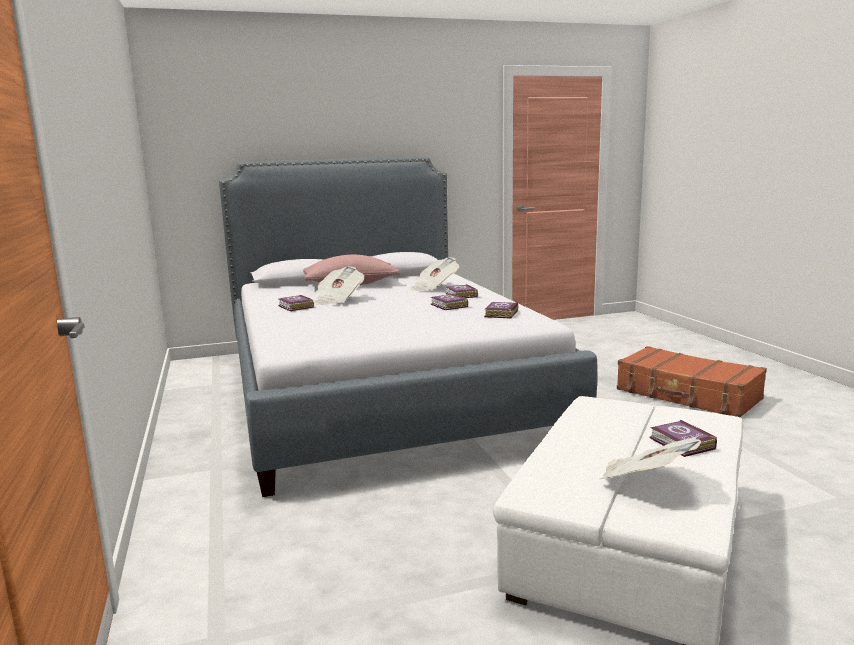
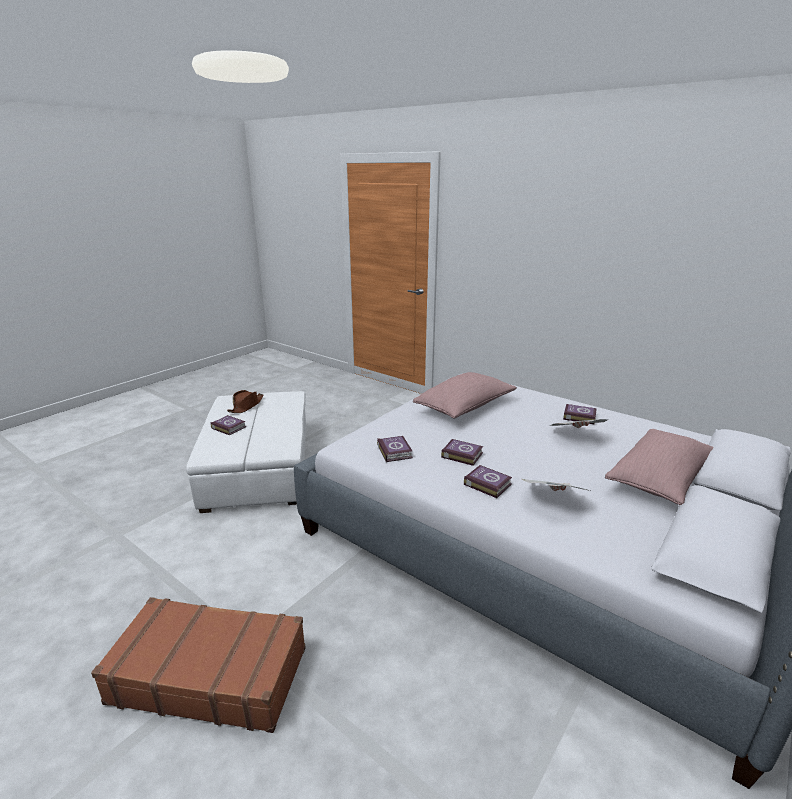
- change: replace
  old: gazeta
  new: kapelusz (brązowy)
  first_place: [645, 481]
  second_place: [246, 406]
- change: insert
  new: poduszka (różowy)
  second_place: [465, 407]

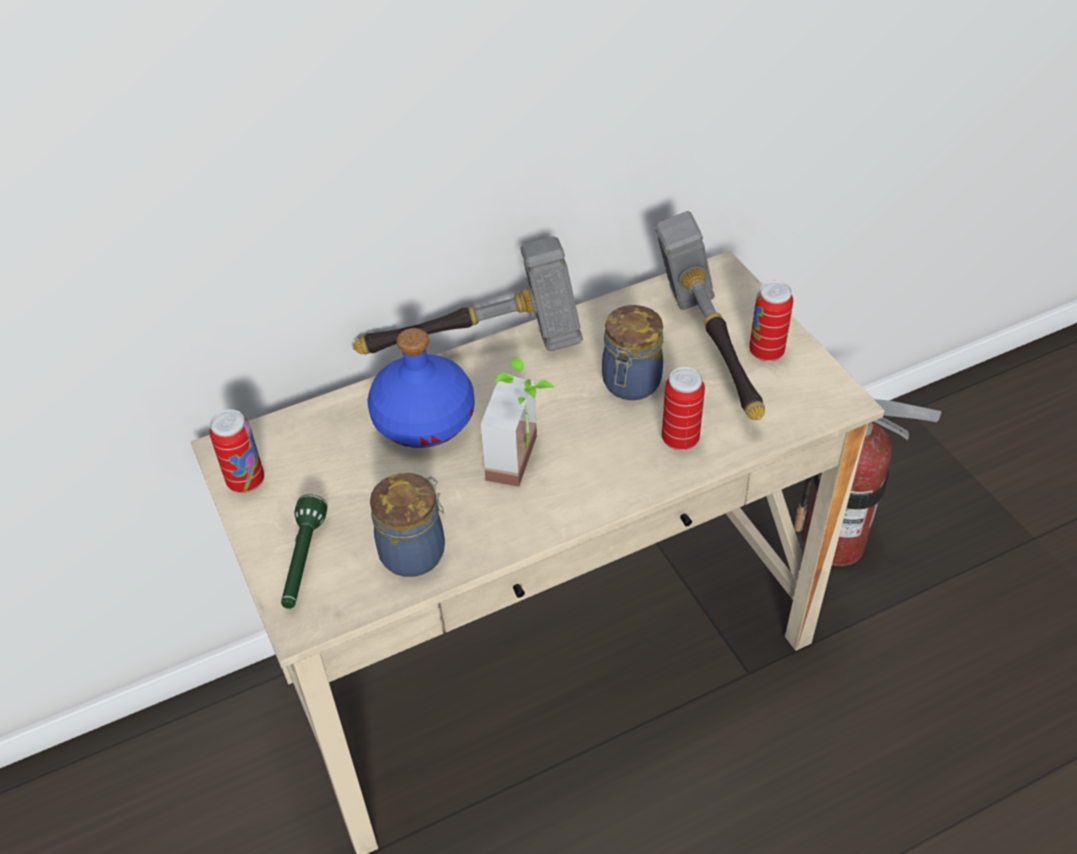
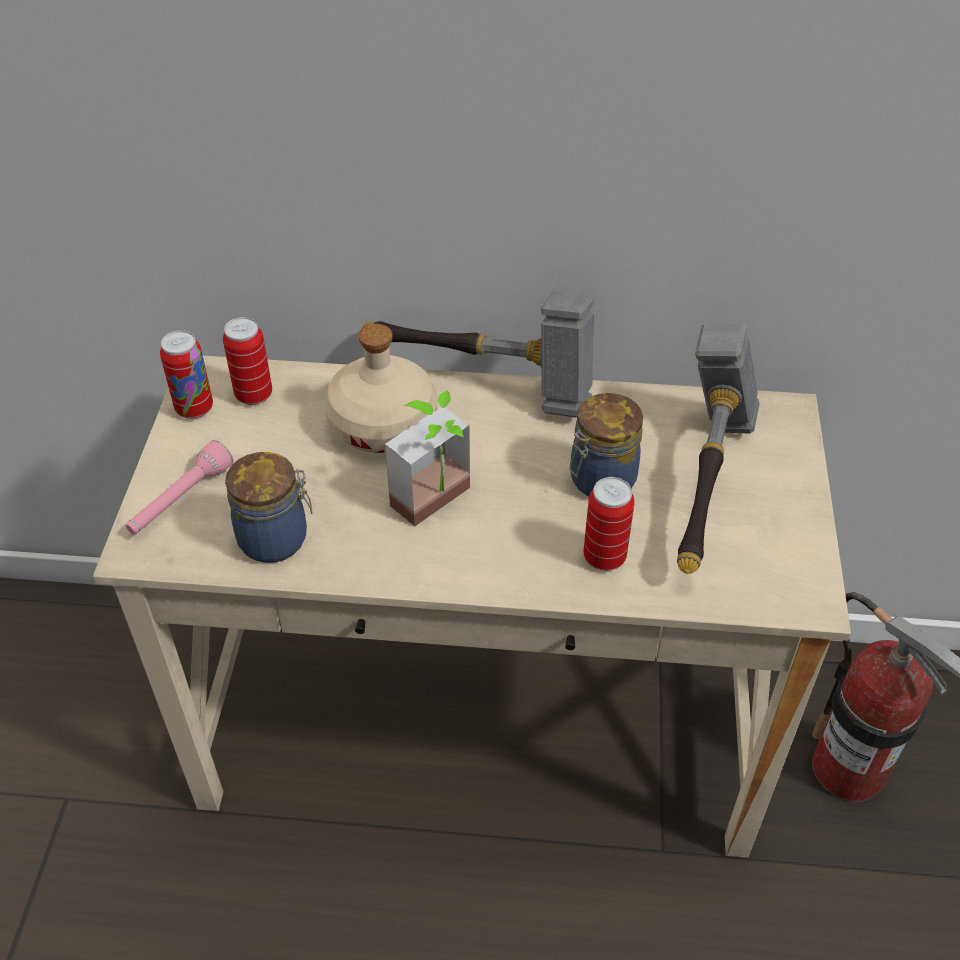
- change: move
  old: puszka
  first_place: [766, 352]
  second_place: [254, 395]
- change: recolor
  old: butelka (niebieski)
  new: butelka (beżowy)
  first_place: [425, 419]
  second_place: [383, 425]
- change: recolor
  old: latarka (zielony)
  new: latarka (różowy)
  first_place: [303, 562]
  second_place: [180, 500]

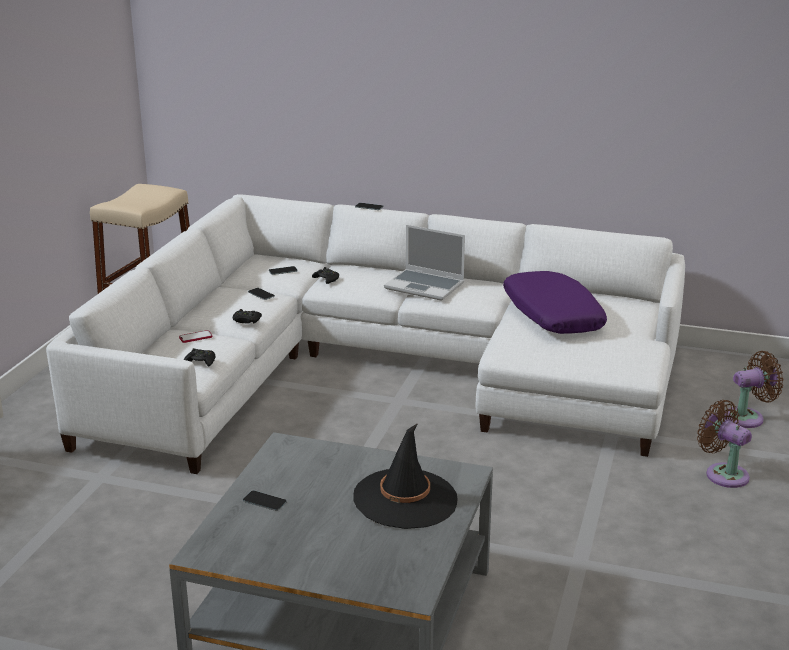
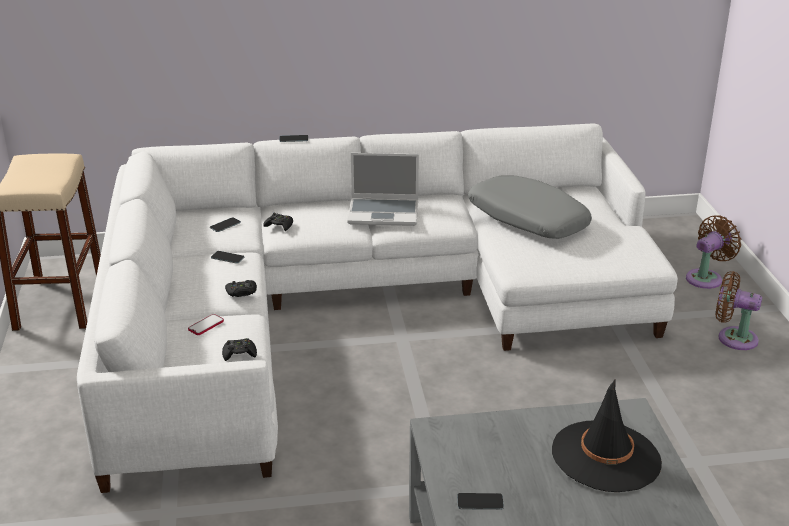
- change: recolor
  old: poduszka (fioletowy)
  new: poduszka (szary)
  first_place: [551, 315]
  second_place: [526, 219]

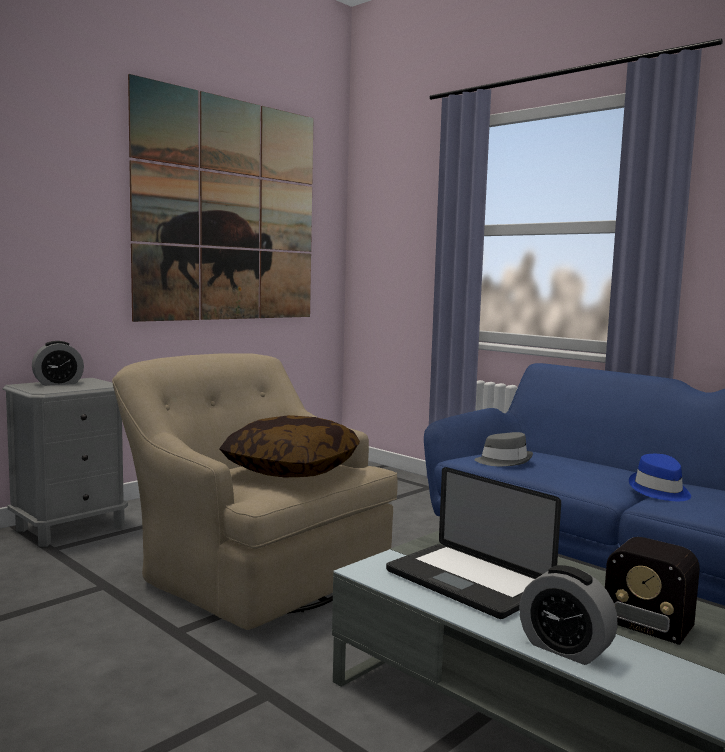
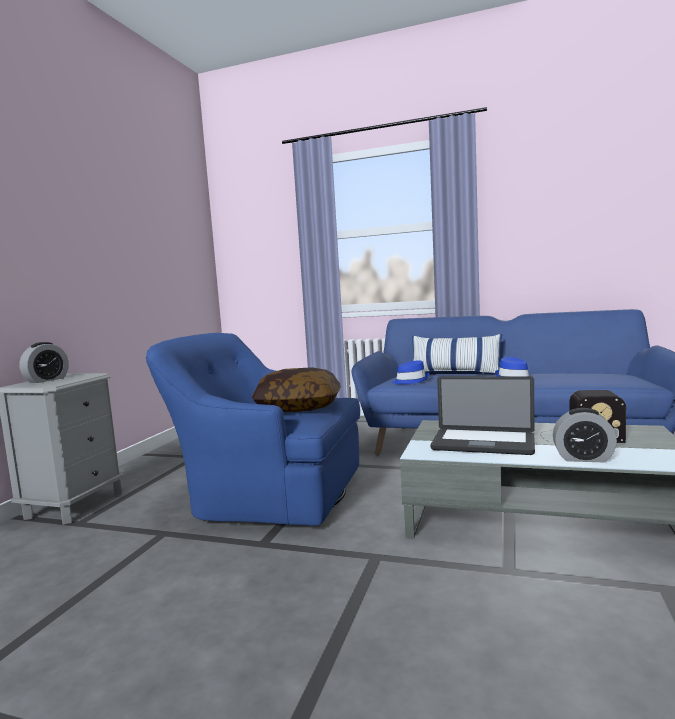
- change: delete
  old: obraz
  first_place: [229, 211]
- change: recolor
  old: fotel (beżowy)
  new: fotel (niebieski)
  first_place: [253, 571]
  second_place: [266, 494]
- change: recolor
  old: kapelusz (szary)
  new: kapelusz (niebieski)
  first_place: [504, 461]
  second_place: [410, 381]
- change: insert
  new: poduszka
  second_place: [455, 373]

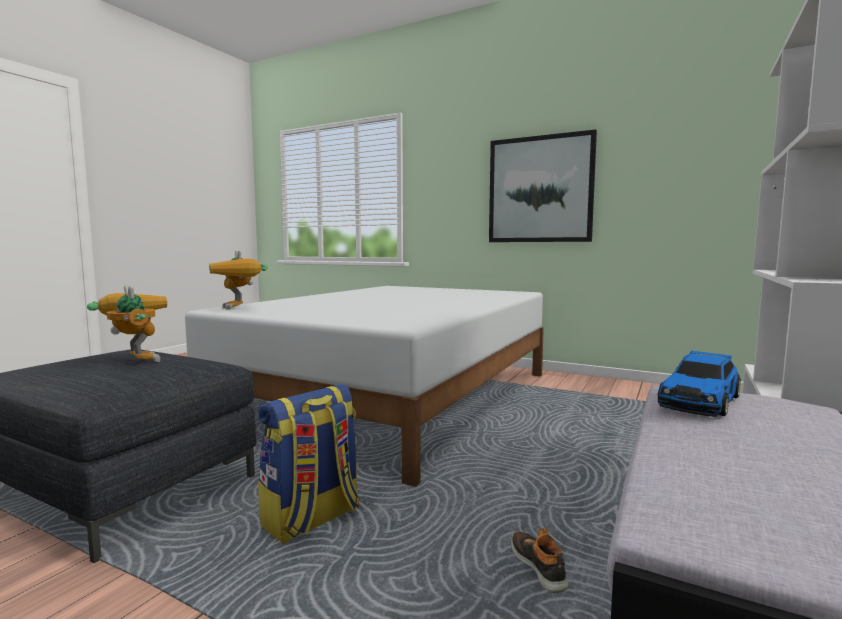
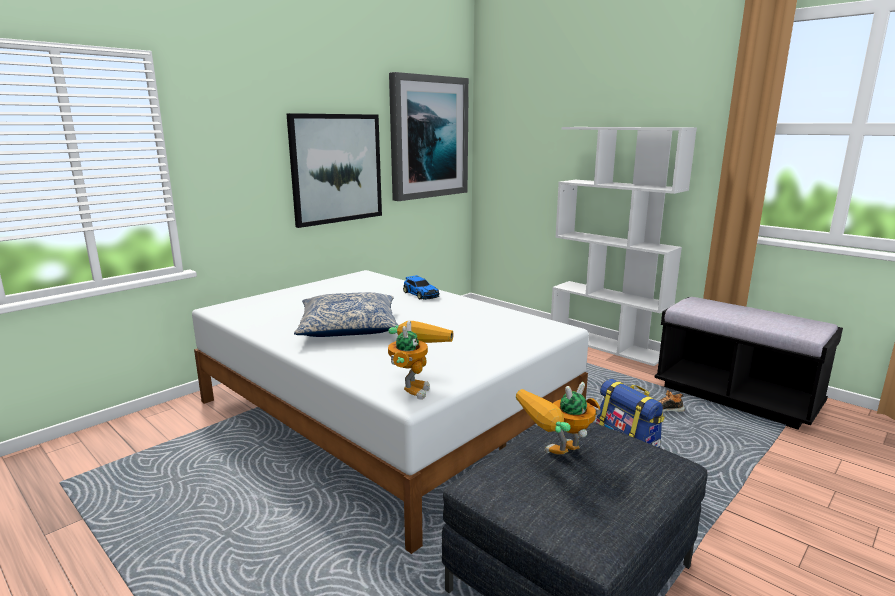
- change: rotate
  old: robot zabawkowy
  first_place: [240, 309]
  second_place: [414, 386]
  degrees: -60
- change: move
  old: samochodzik
  first_place: [699, 400]
  second_place: [420, 294]
- change: insert
  new: obraz
  second_place: [428, 137]
- change: insert
  new: poduszka
  second_place: [349, 327]

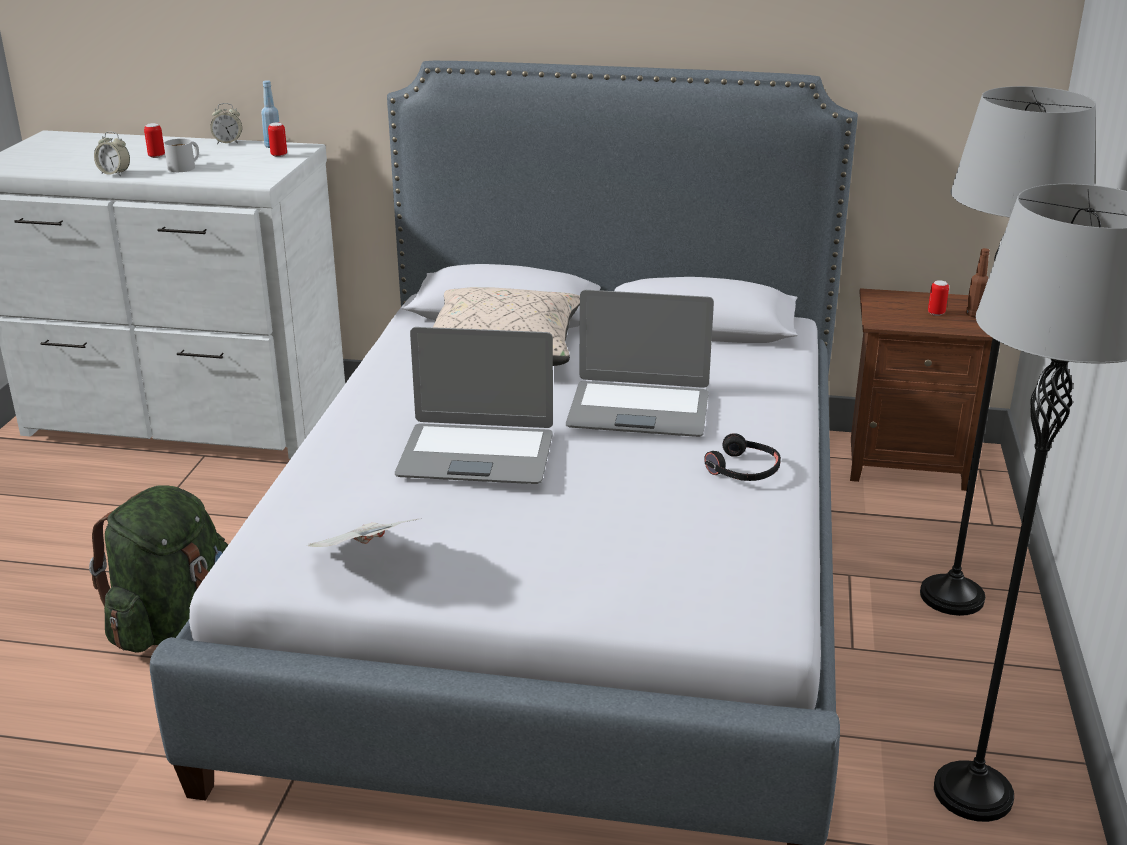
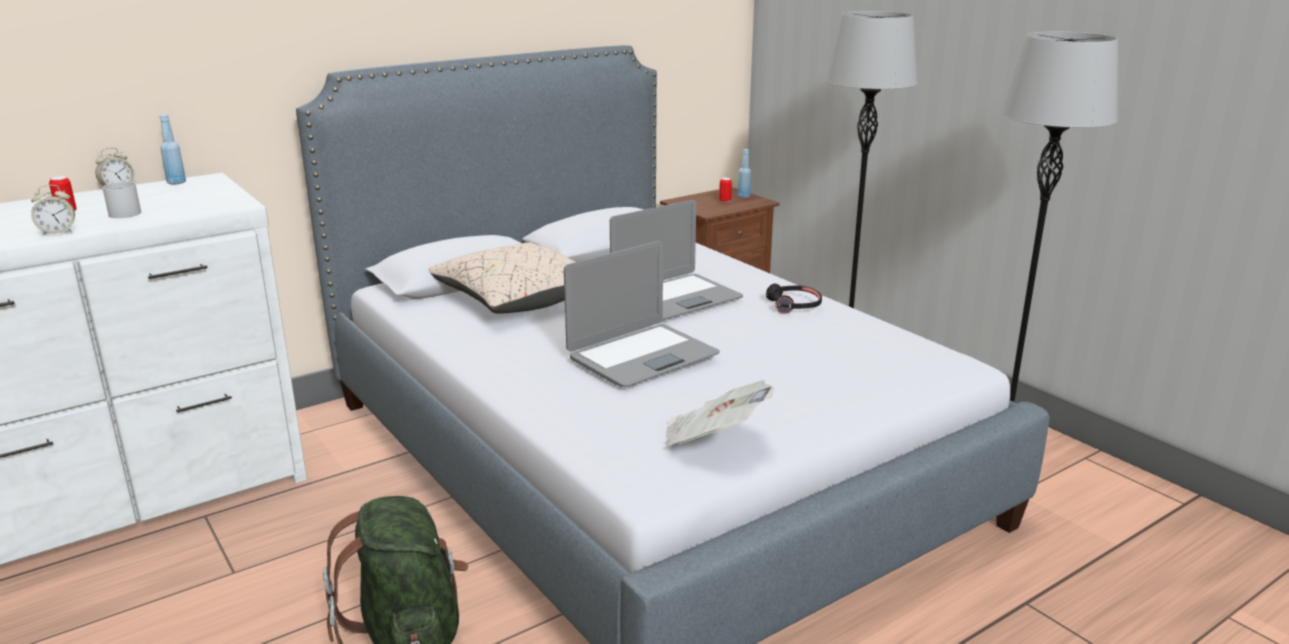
- change: delete
  old: puszka
  first_place: [279, 155]
- change: recolor
  old: butelka (brązowy)
  new: butelka (niebieski)
  first_place: [974, 314]
  second_place: [743, 196]

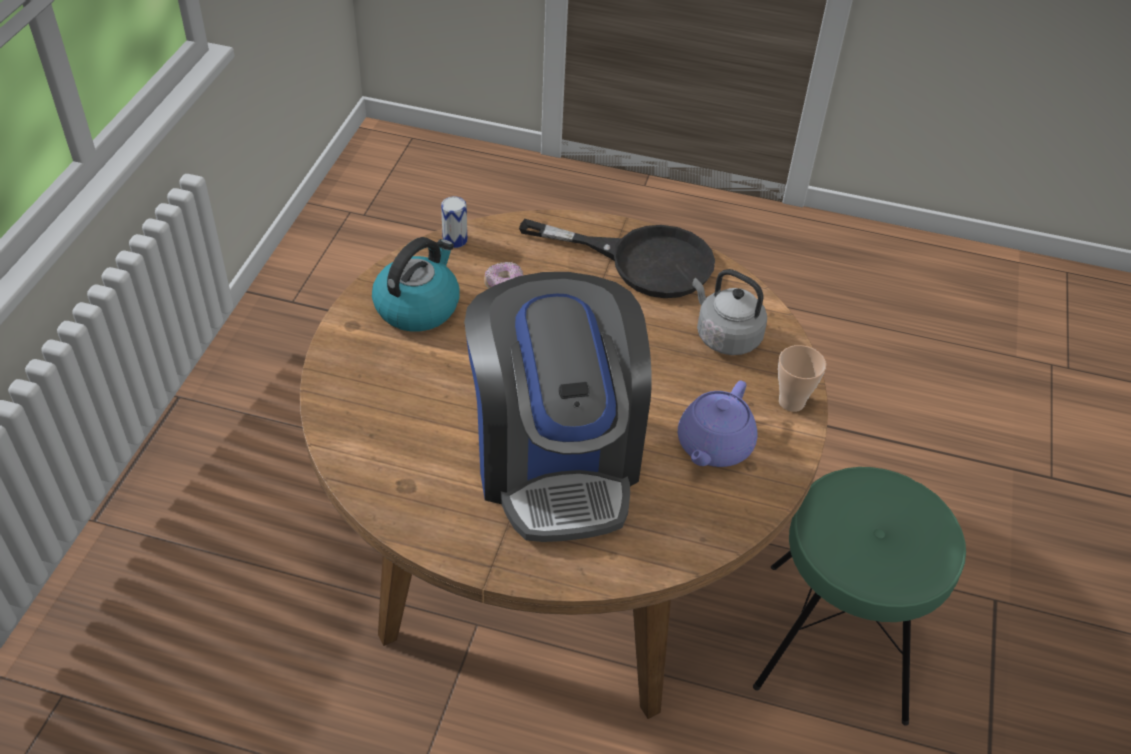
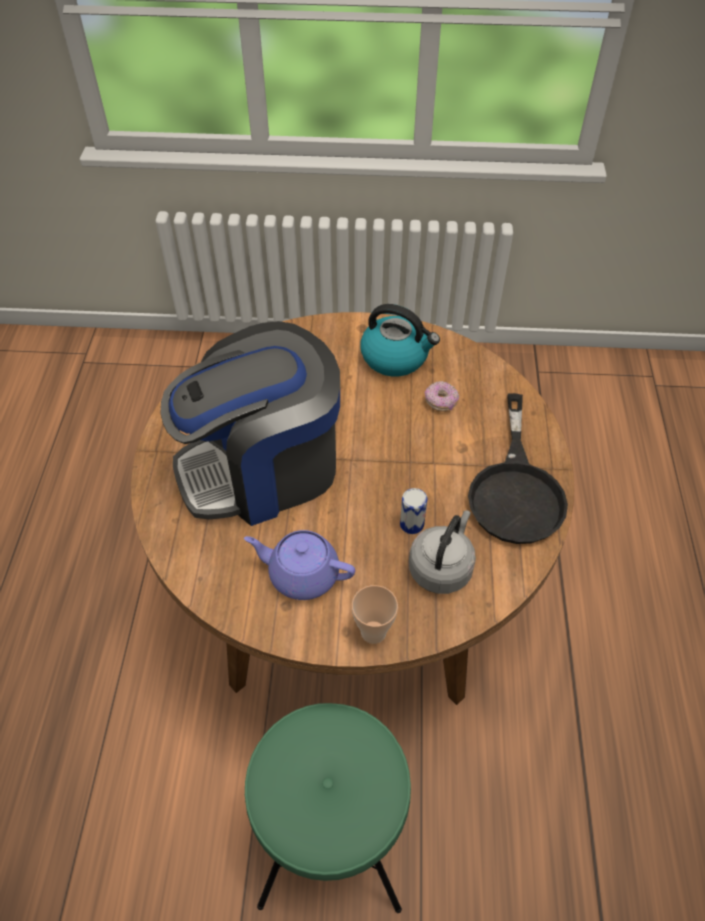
- change: move
  old: puszka
  first_place: [455, 240]
  second_place: [412, 524]

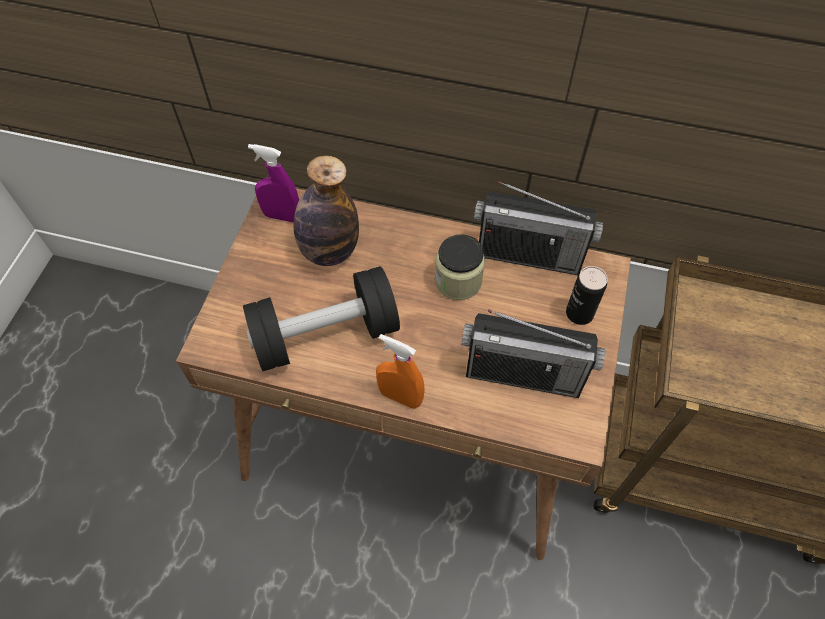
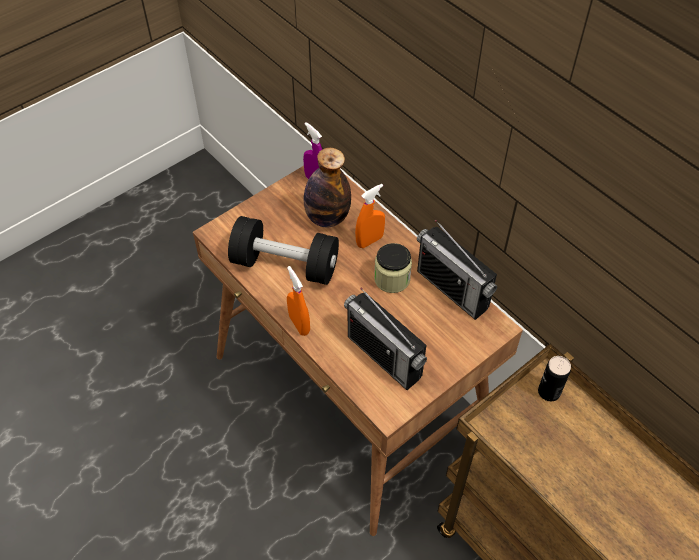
- change: move
  old: puszka
  first_place: [579, 313]
  second_place: [549, 392]
- change: insert
  new: spryskiwacz (pomarańczowy)
  second_place: [369, 241]

